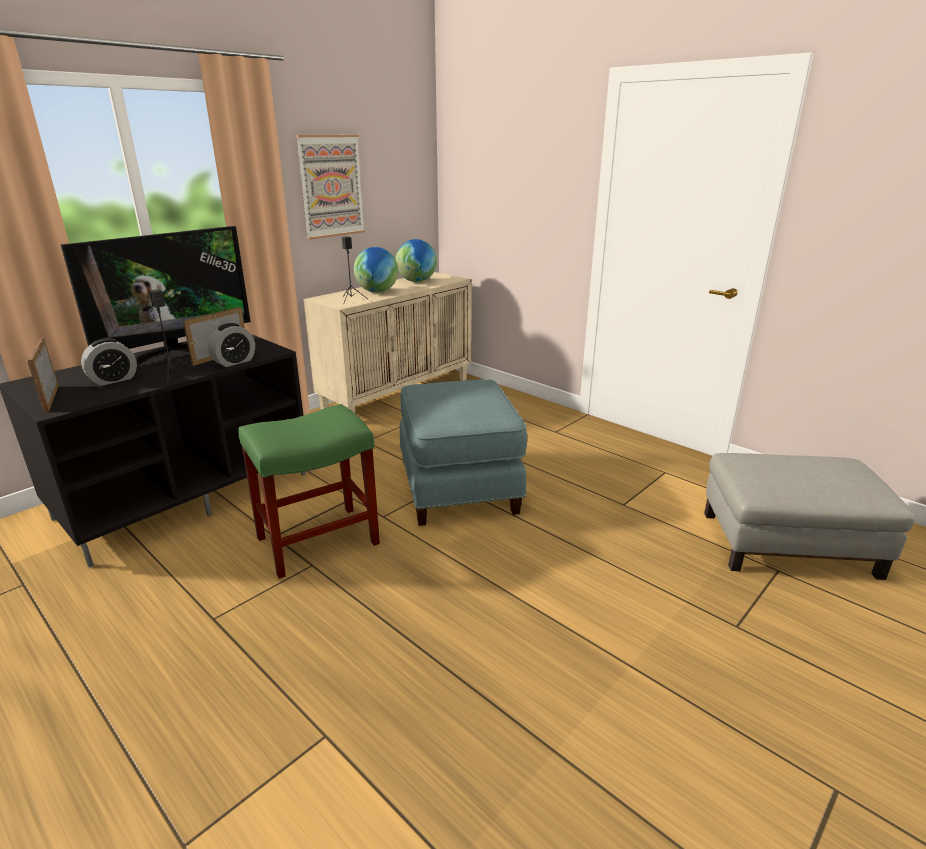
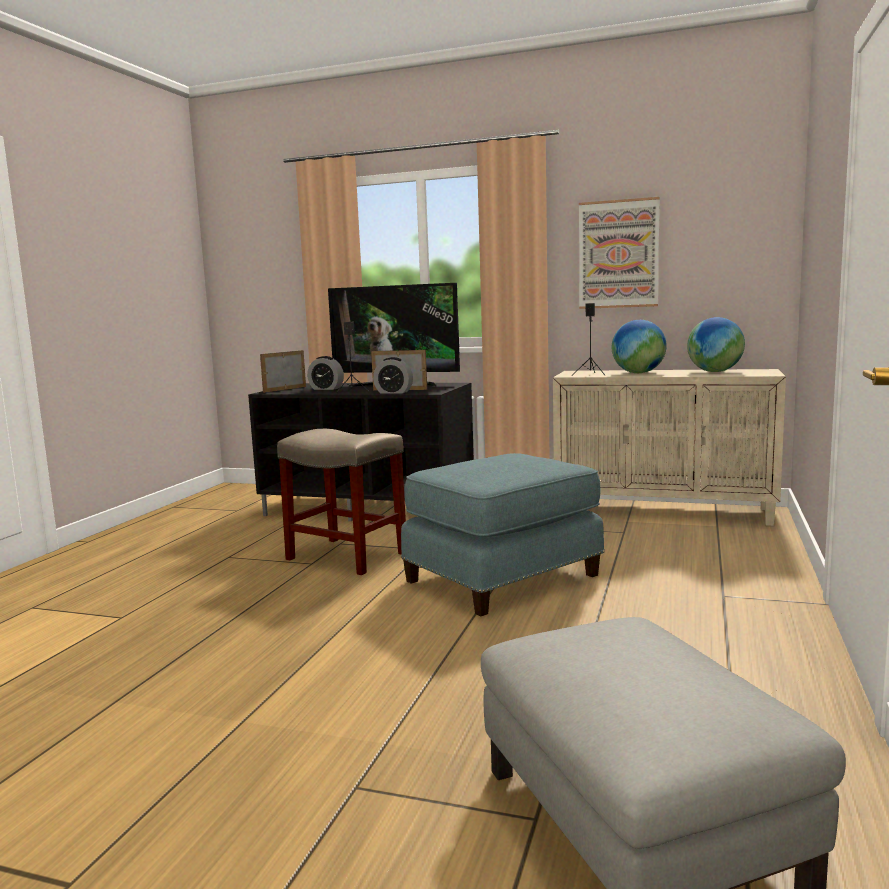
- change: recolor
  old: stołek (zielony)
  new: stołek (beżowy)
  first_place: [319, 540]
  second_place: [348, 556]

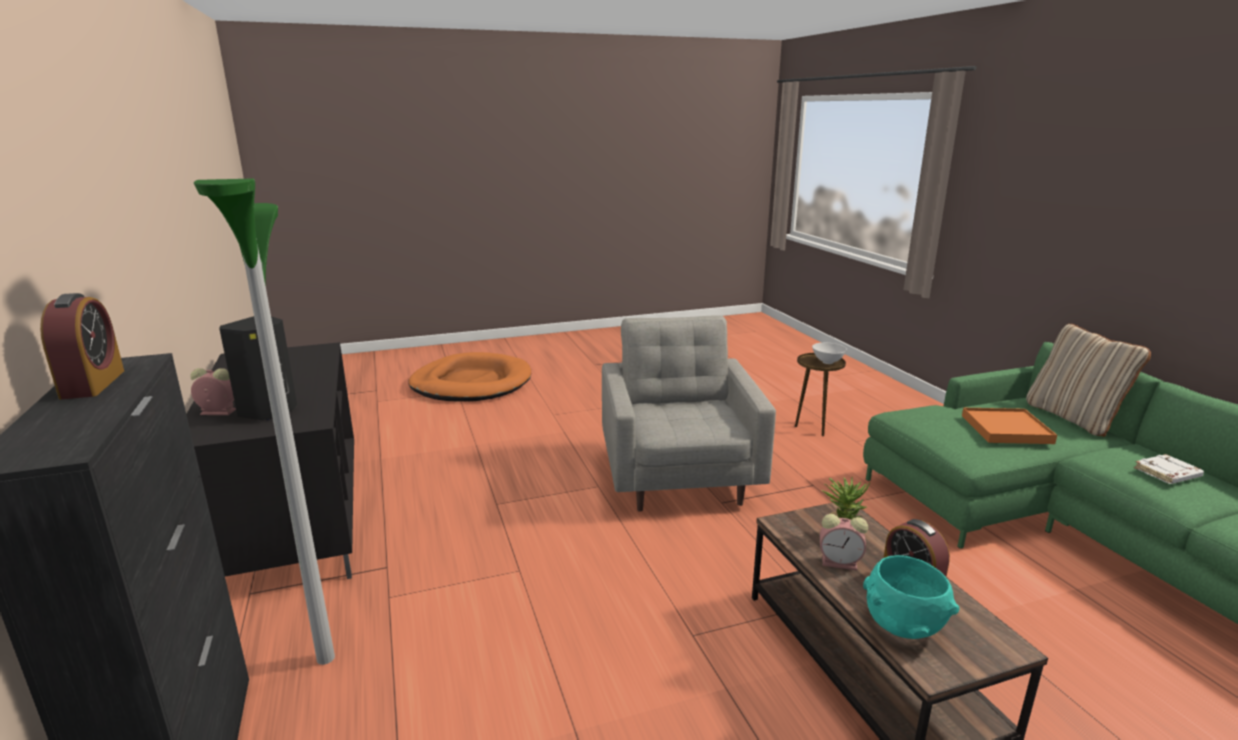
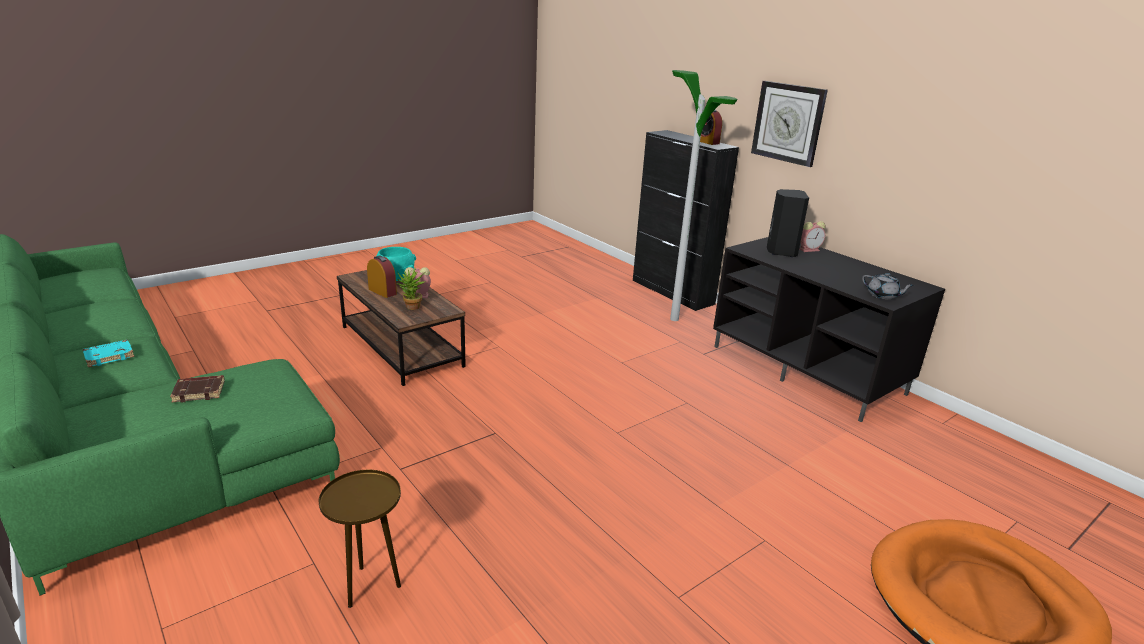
- change: delete
  old: fotel (szary)
  first_place: [680, 477]
- change: delete
  old: poduszka (beżowy)
  first_place: [1073, 418]
- change: delete
  old: miska (biały)
  first_place: [827, 362]
- change: replace
  old: taca (pomarańczowy)
  new: książka (brązowy)
  first_place: [1006, 429]
  second_place: [200, 391]
- change: recolor
  old: książka (biały)
  new: książka (turkusowy)
  first_place: [1167, 474]
  second_place: [109, 356]
- change: insert
  new: zegar ścienny
  second_place: [788, 123]
- change: insert
  new: imbryk (szary)
  second_place: [883, 296]

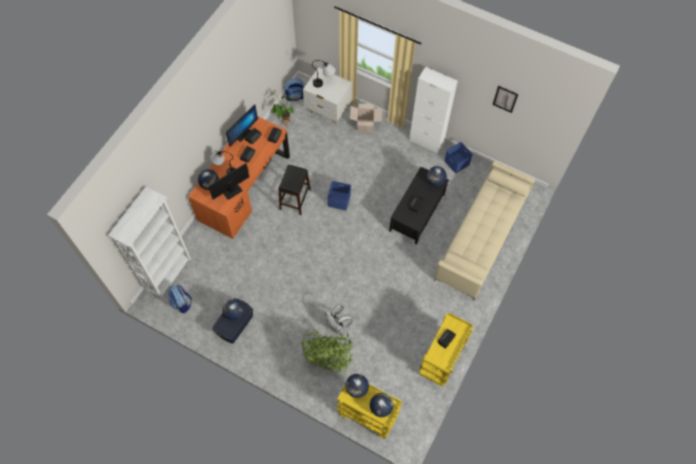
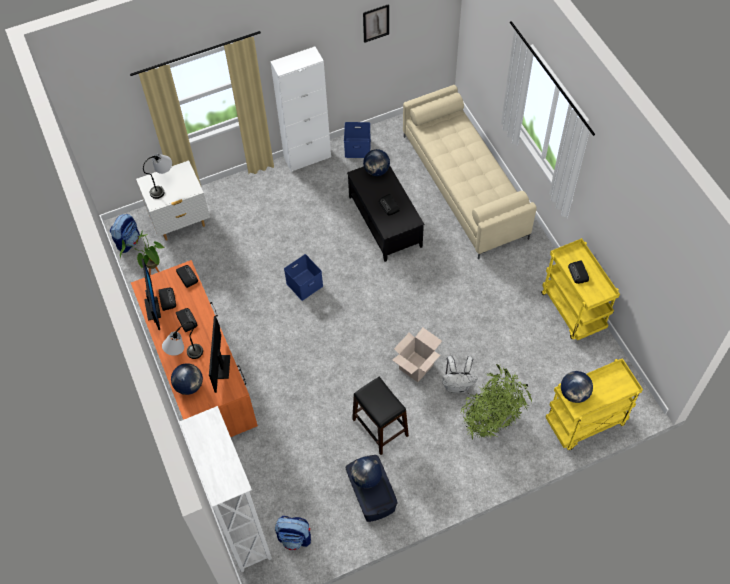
- change: move
  old: karton
  first_place: [365, 126]
  second_place: [416, 366]
- change: move
  old: stołek (czarny)
  first_place: [295, 199]
  second_place: [380, 427]
- change: delete
  old: globus
  first_place: [380, 407]

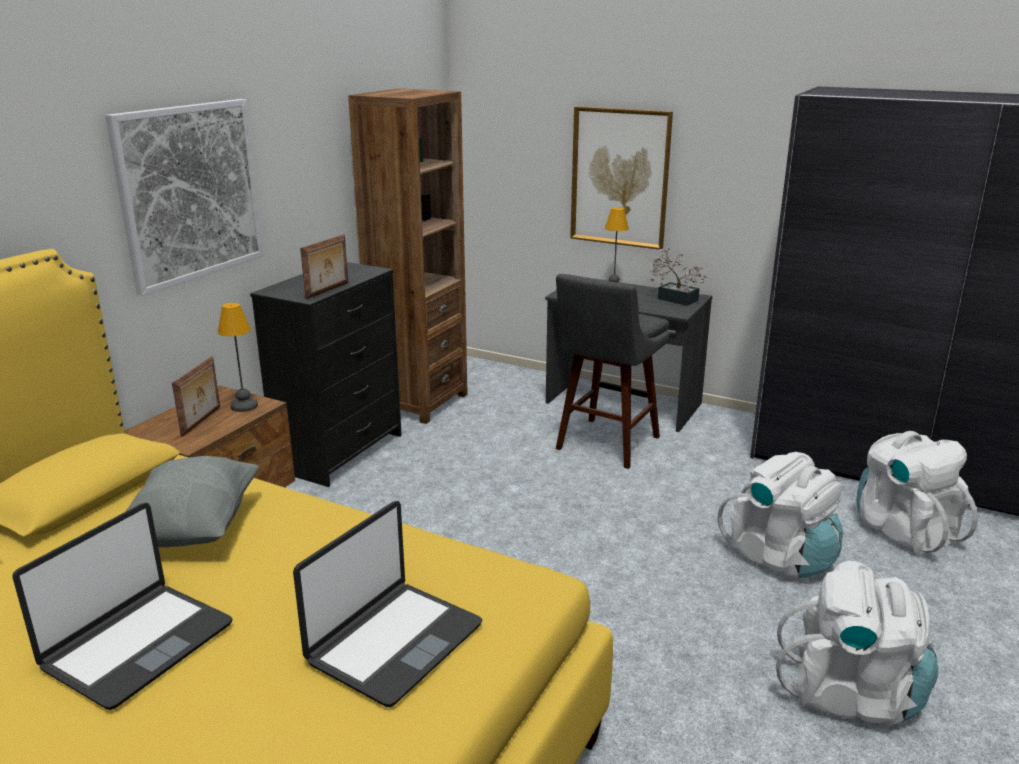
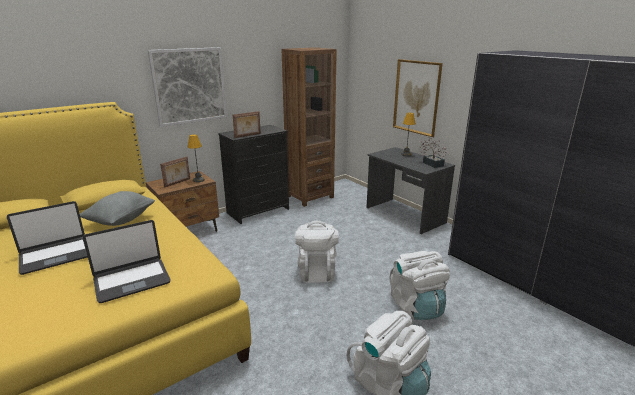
- change: delete
  old: stołek (szary)
  first_place: [605, 445]
- change: move
  old: plecak (biały)
  first_place: [903, 530]
  second_place: [316, 271]

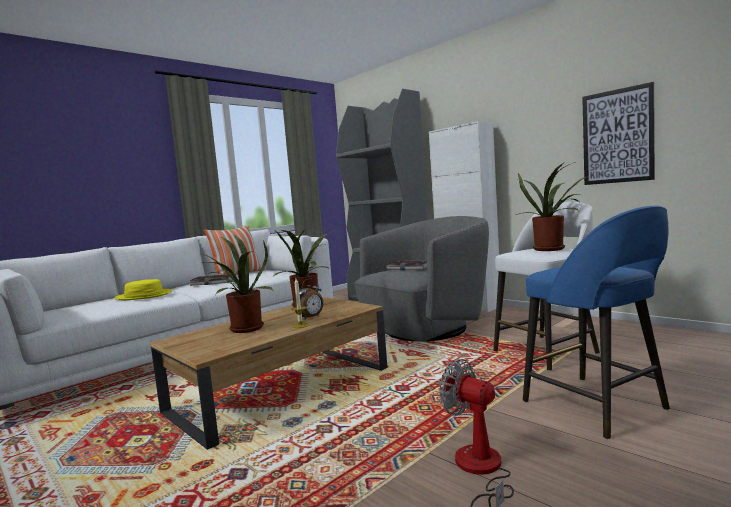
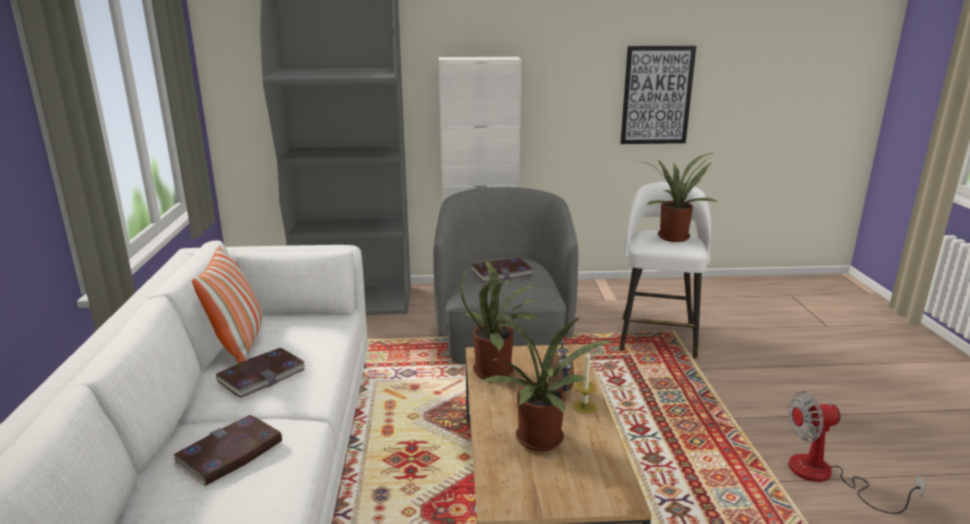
- change: delete
  old: stołek (niebieski)
  first_place: [597, 406]
- change: replace
  old: kapelusz (żółty)
  new: książka
  first_place: [144, 296]
  second_place: [230, 453]

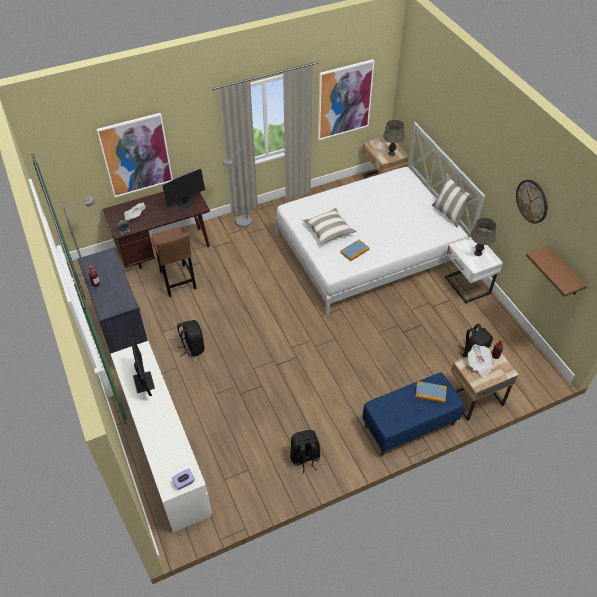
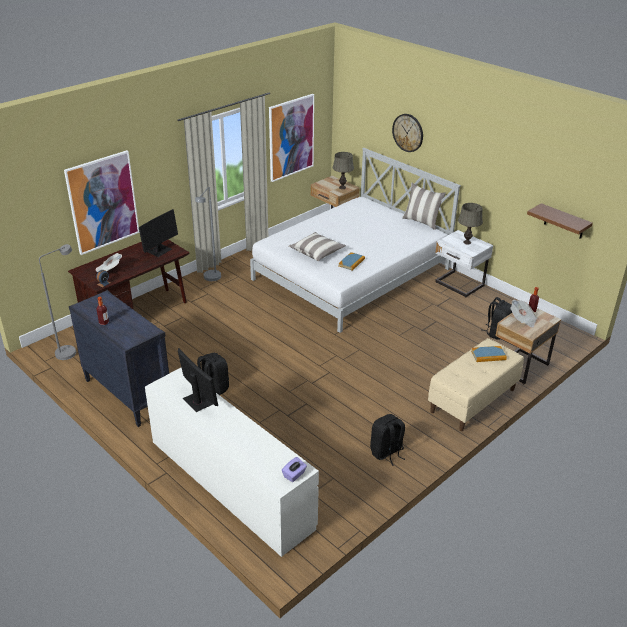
- change: move
  old: zegar ścienny
  first_place: [532, 201]
  second_place: [408, 132]
- change: delete
  old: stołek (brązowy)
  first_place: [178, 282]
- change: recolor
  old: ławka (niebieski)
  new: ławka (beżowy)
  first_place: [409, 425]
  second_place: [473, 401]

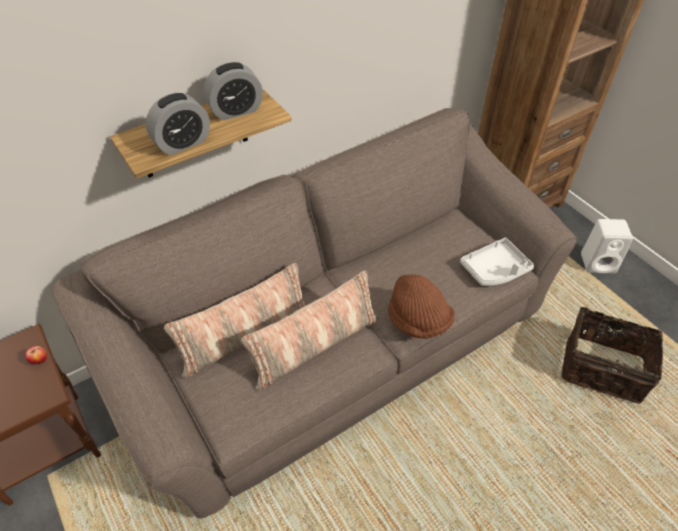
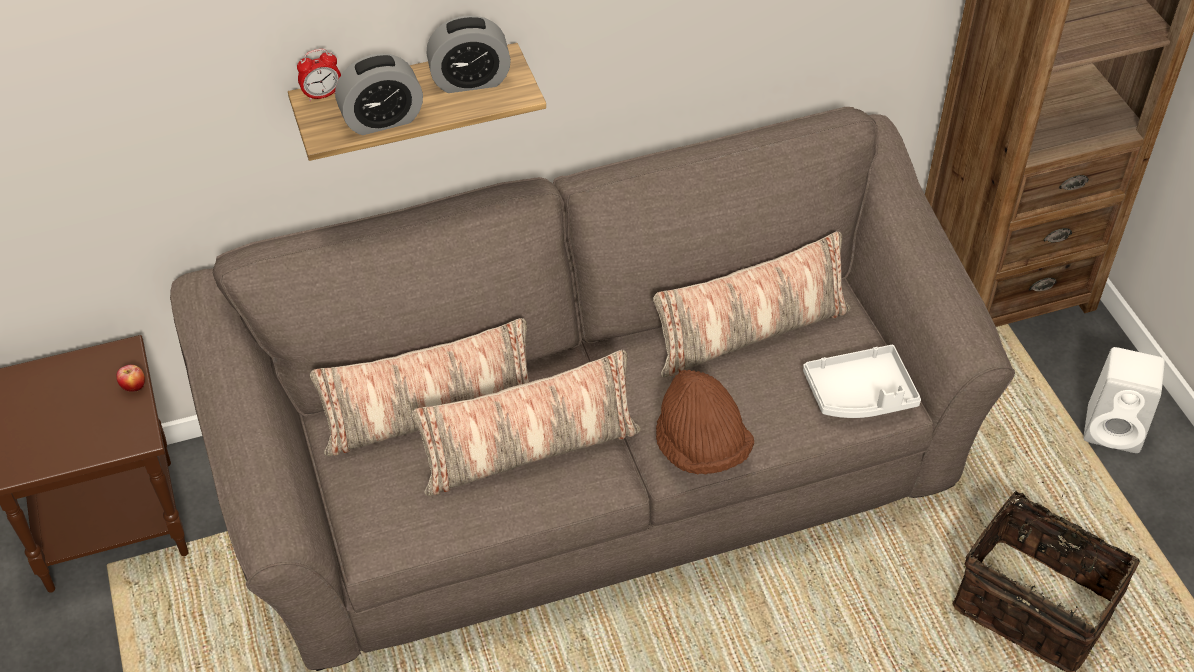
- change: insert
  new: budzik
  second_place: [322, 95]
- change: insert
  new: poduszka
  second_place: [750, 333]

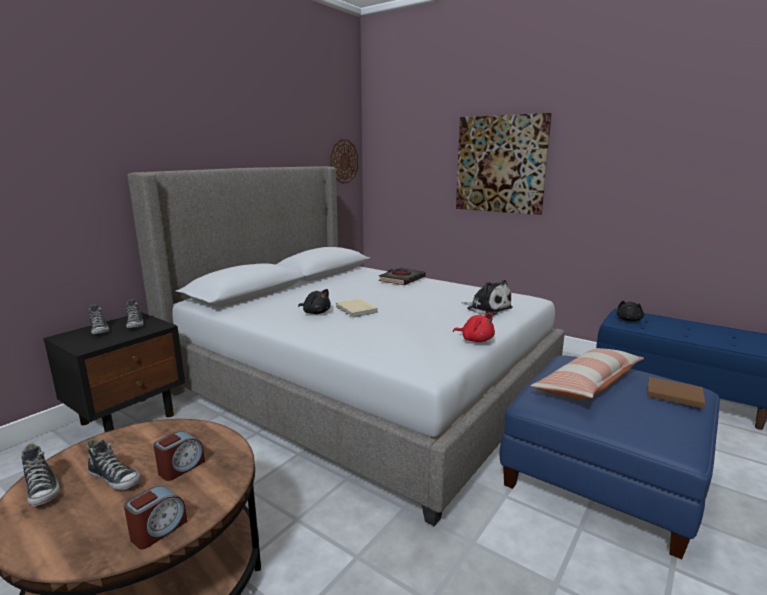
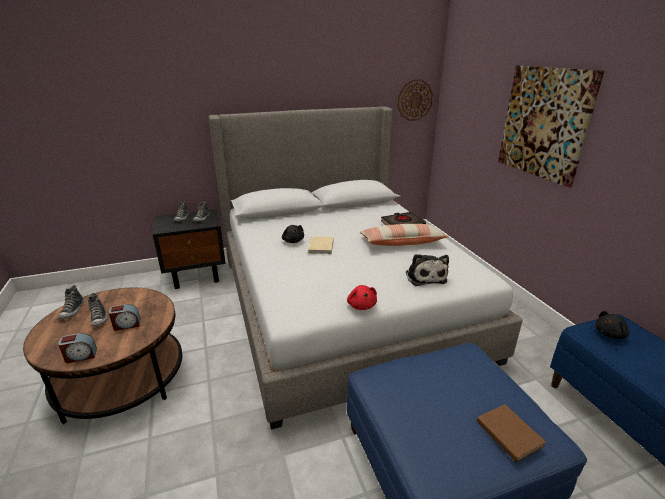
- change: move
  old: poduszka
  first_place: [587, 385]
  second_place: [402, 243]

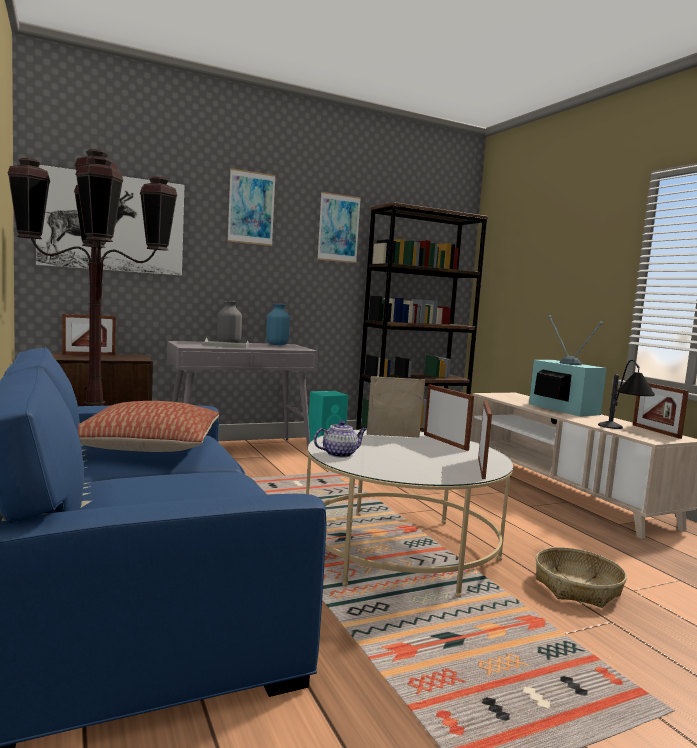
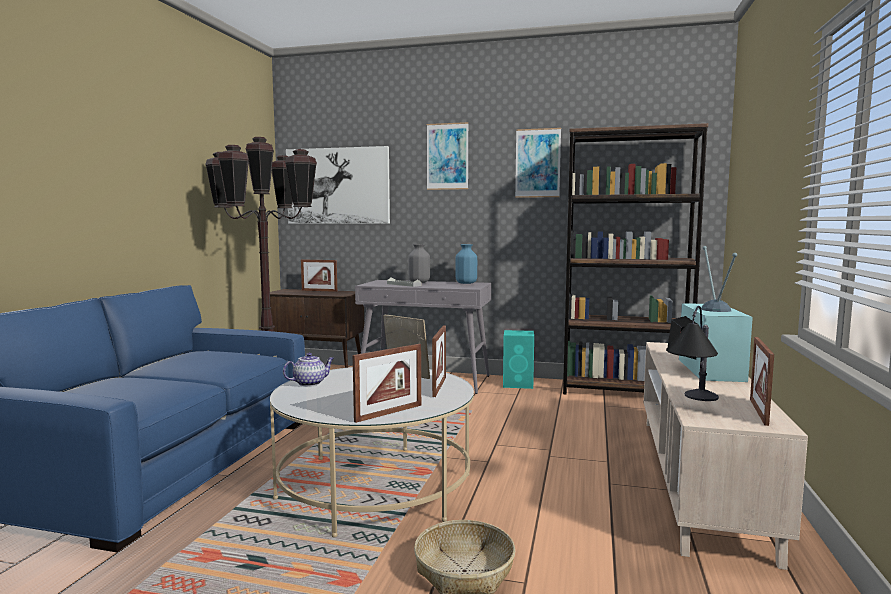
- change: delete
  old: poduszka
  first_place: [148, 446]
- change: rotate
  old: imbryk
  first_place: [340, 454]
  second_place: [310, 383]
  degrees: -45

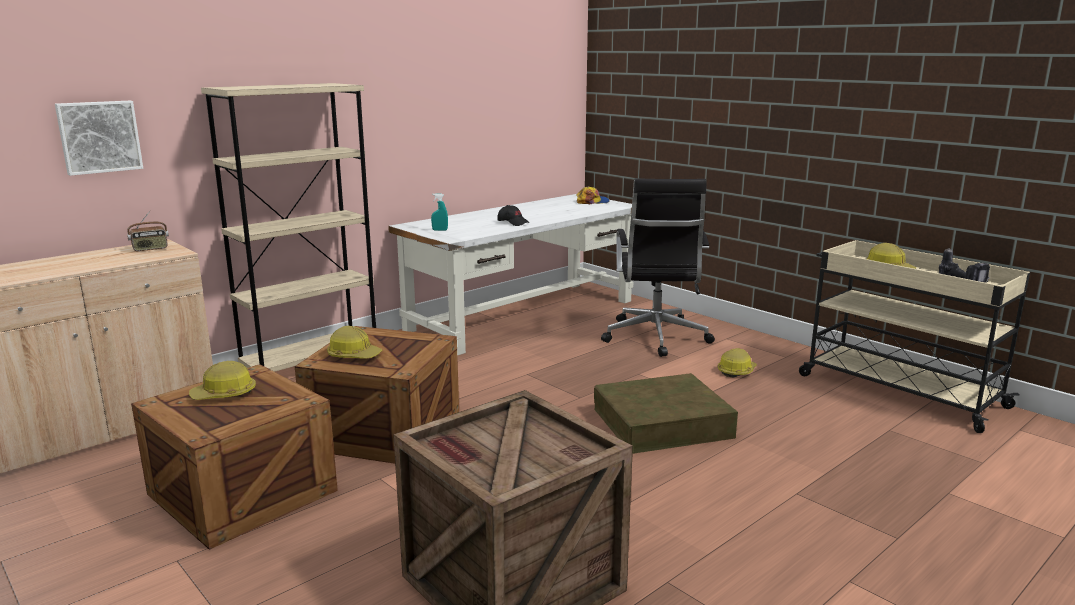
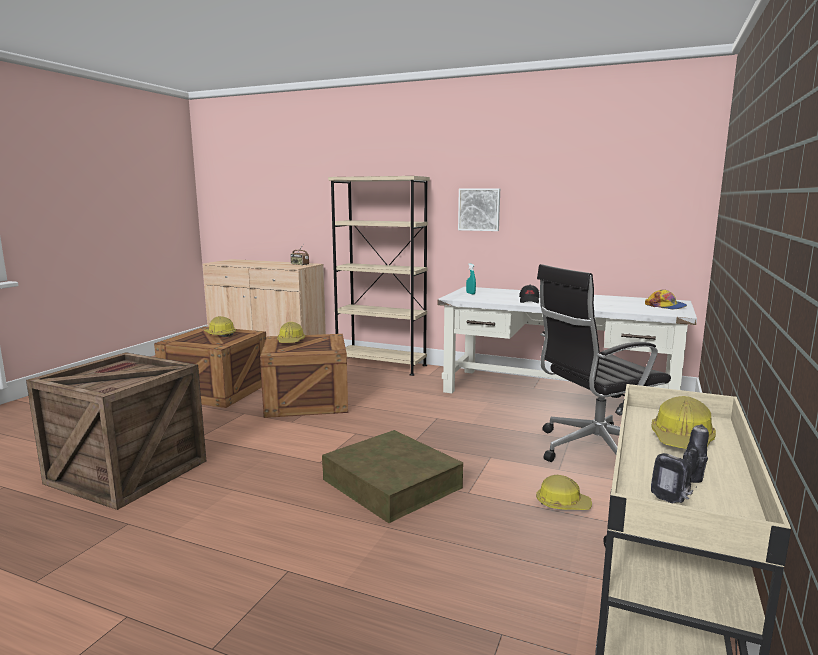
- change: move
  old: obraz
  first_place: [99, 137]
  second_place: [479, 209]

